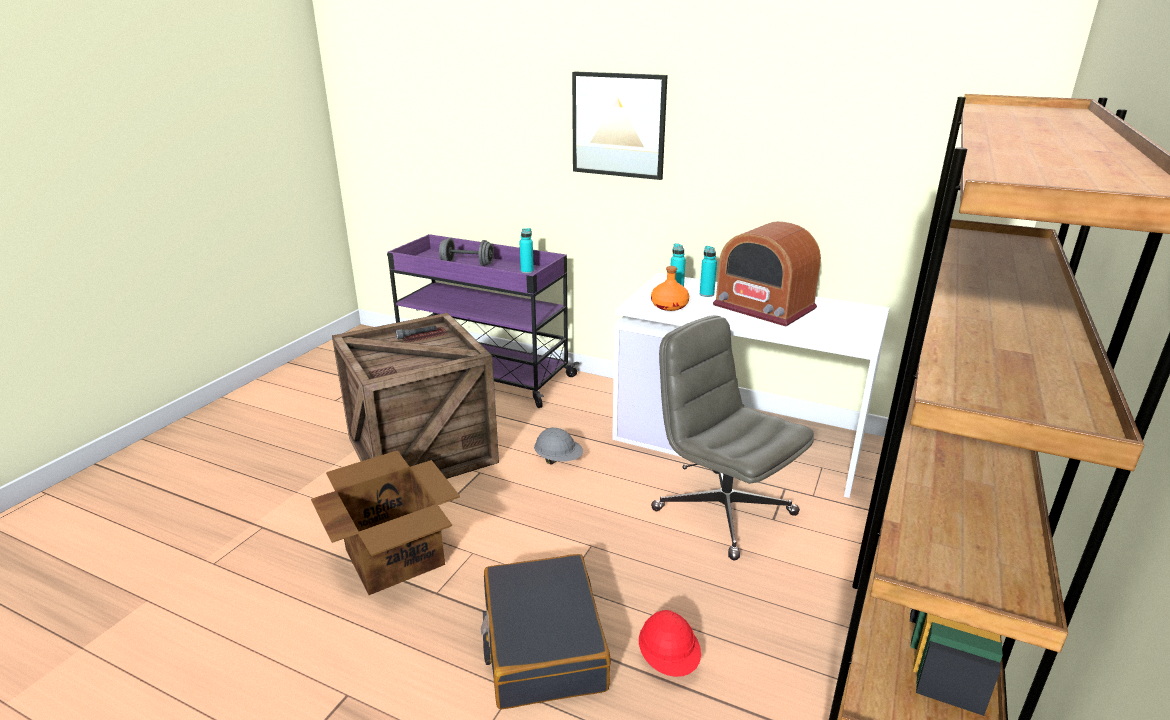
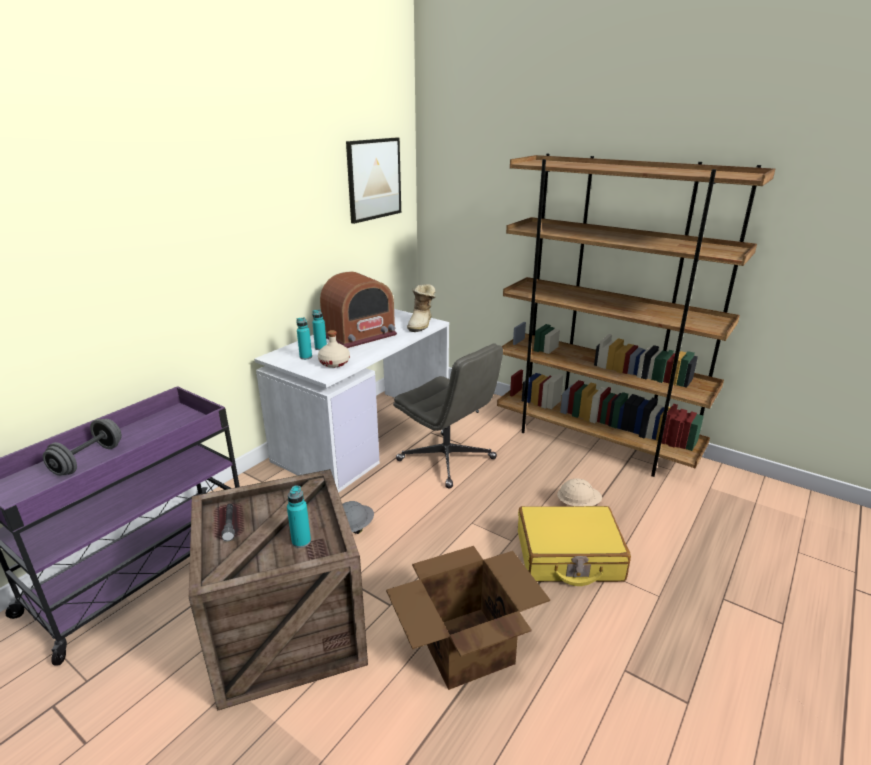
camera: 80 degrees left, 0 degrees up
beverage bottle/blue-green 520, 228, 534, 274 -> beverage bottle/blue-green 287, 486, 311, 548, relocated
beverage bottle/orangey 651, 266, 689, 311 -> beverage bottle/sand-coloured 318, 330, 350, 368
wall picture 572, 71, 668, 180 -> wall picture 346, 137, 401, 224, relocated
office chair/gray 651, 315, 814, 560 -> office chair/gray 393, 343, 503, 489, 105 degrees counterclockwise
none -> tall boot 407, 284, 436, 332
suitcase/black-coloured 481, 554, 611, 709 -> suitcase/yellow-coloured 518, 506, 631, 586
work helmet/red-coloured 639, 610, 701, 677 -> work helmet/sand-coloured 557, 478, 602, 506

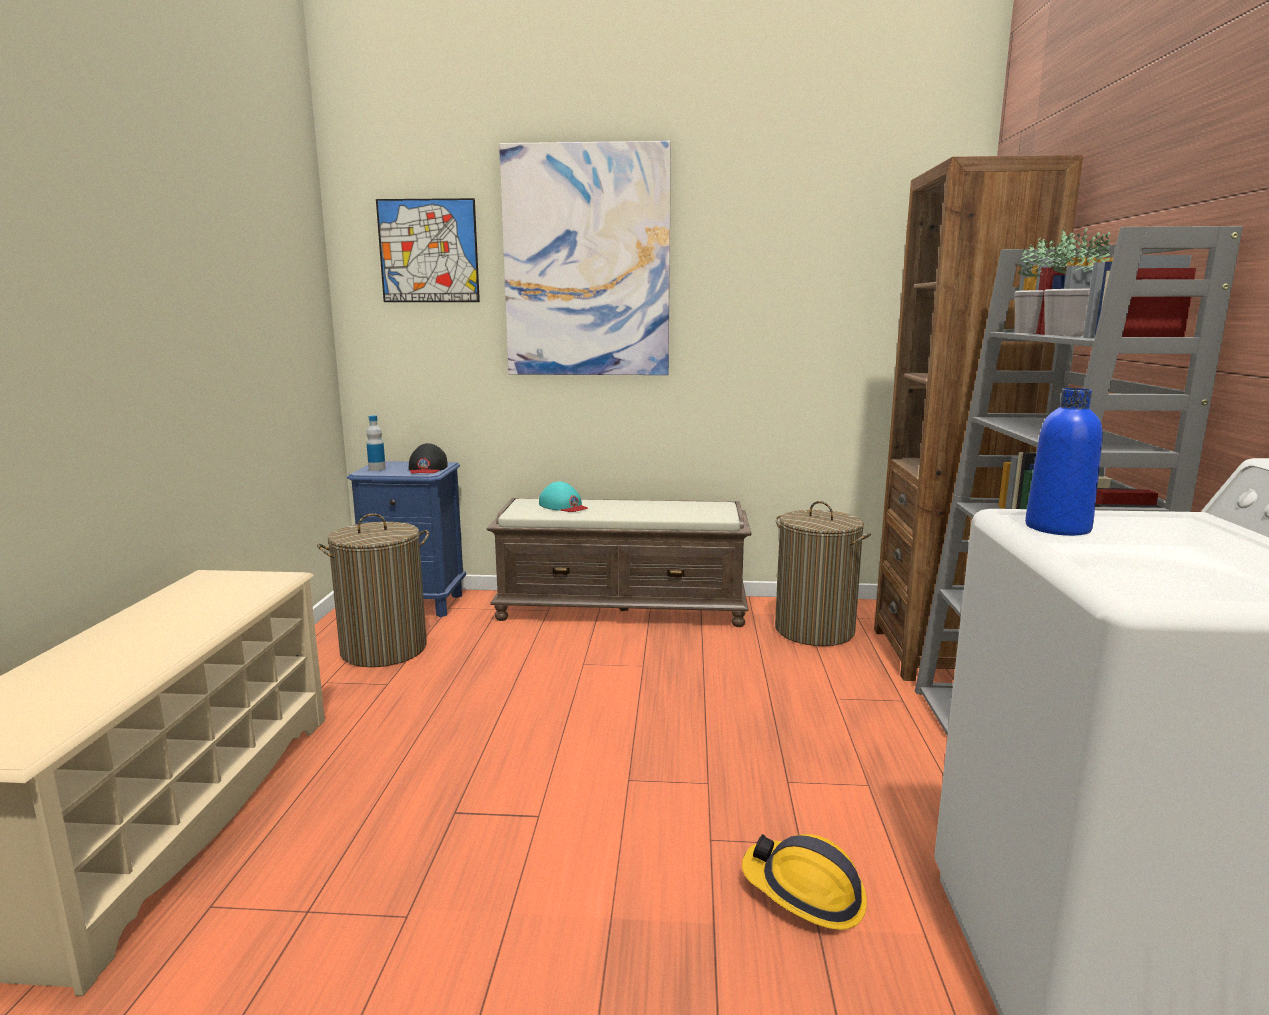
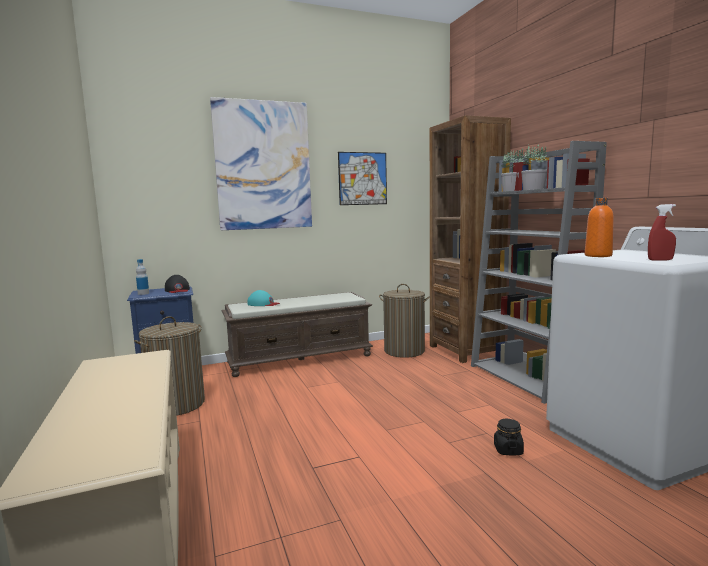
camera: 25 degrees left, 5 degrees down
wall picture 376, 198, 480, 302 -> wall picture 338, 152, 387, 205, relocated
work helmet 742, 834, 867, 930 -> storage jar/black-coloured 494, 419, 524, 455
beverage bottle/bluish 1025, 388, 1103, 536 -> beverage bottle/orangey 585, 198, 614, 257
none -> hand sprayer/red-coloured 648, 204, 676, 260

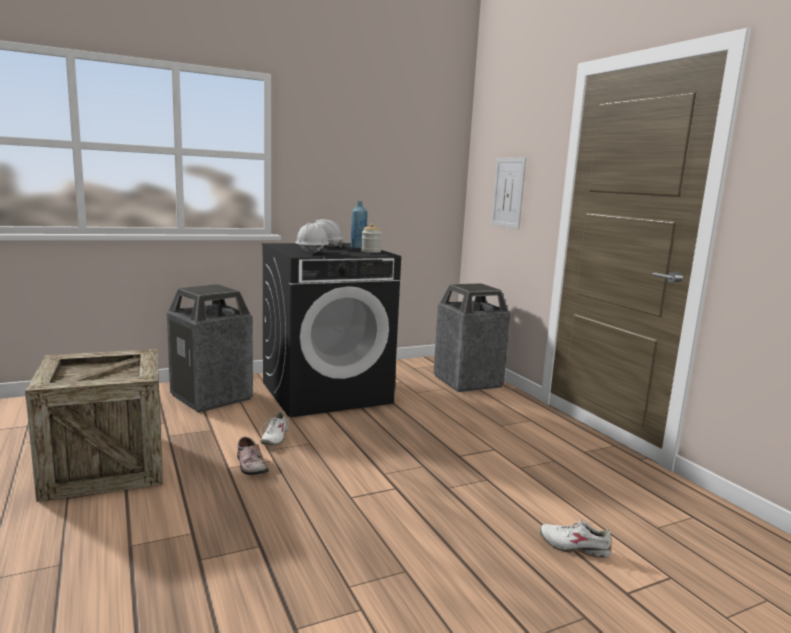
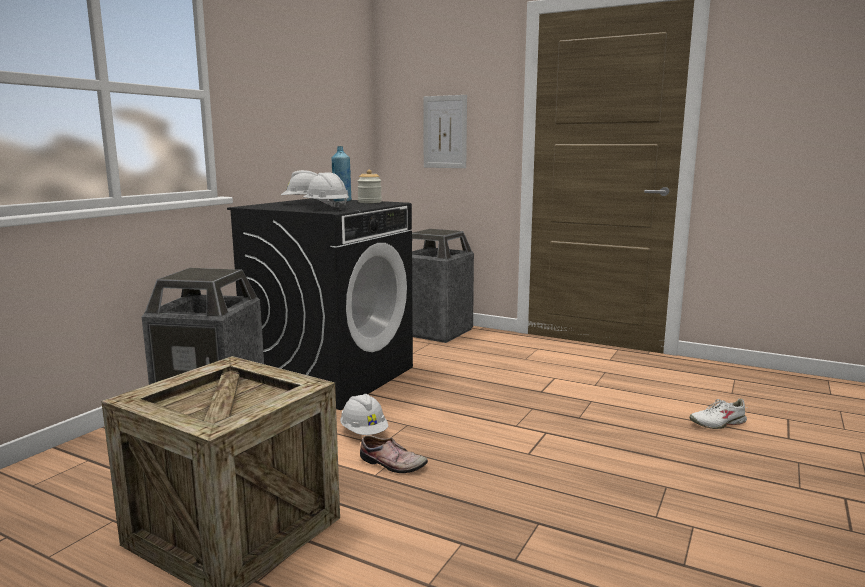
camera: 35 degrees left, 0 degrees up
shoe/whitish 260, 411, 291, 445 -> work helmet/whitish 340, 394, 388, 435

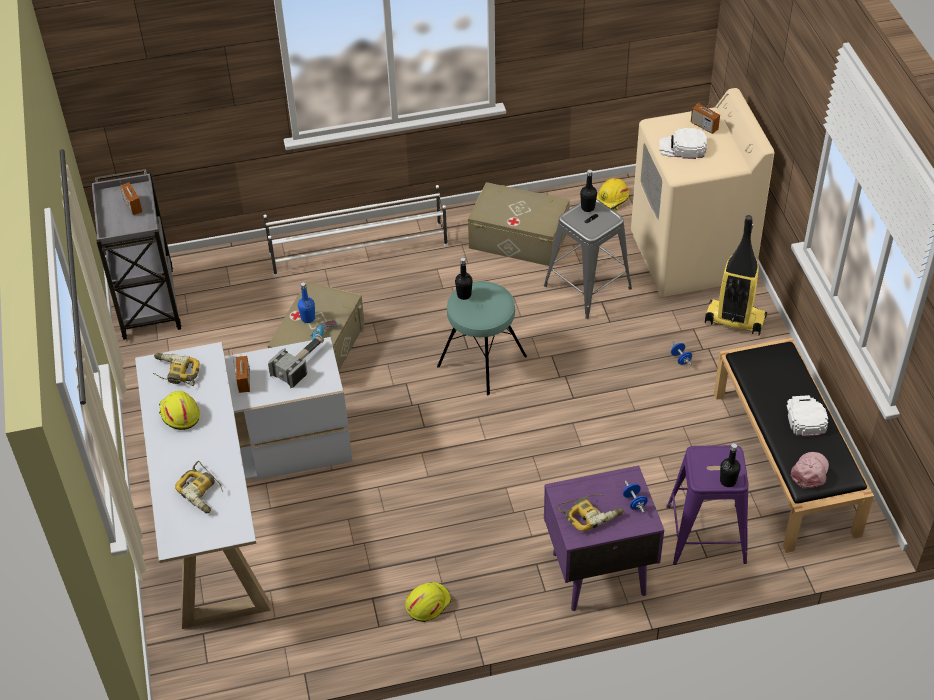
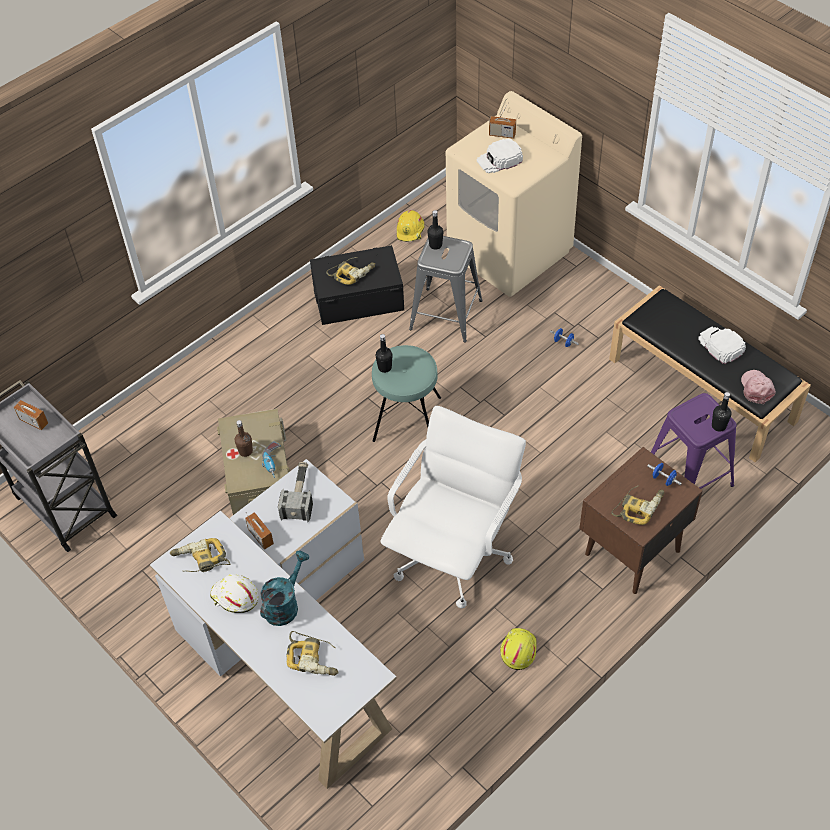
camera: 30 degrees left, 5 degrees up
work helmet/yellow-coloured 159, 391, 200, 430 -> work helmet/whitish 210, 574, 259, 613
beverage bottle/bluish 298, 282, 315, 323 -> beverage bottle/brown-coloured 235, 420, 253, 457
none -> sprinkling can/blue-green 260, 551, 310, 626
storage container/sand-coloured 468, 182, 570, 266 -> storage container/black-coloured 310, 245, 404, 325
none -> electric drill 326, 257, 375, 285
none -> office chair/whitish 380, 406, 526, 608
nightstand/purple-coloured 544, 466, 664, 611 -> nightstand/brown-coloured 579, 447, 703, 594
shoe shelf/whitish 264, 185, 448, 276 -> none
vacuum 705, 215, 767, 335 -> none

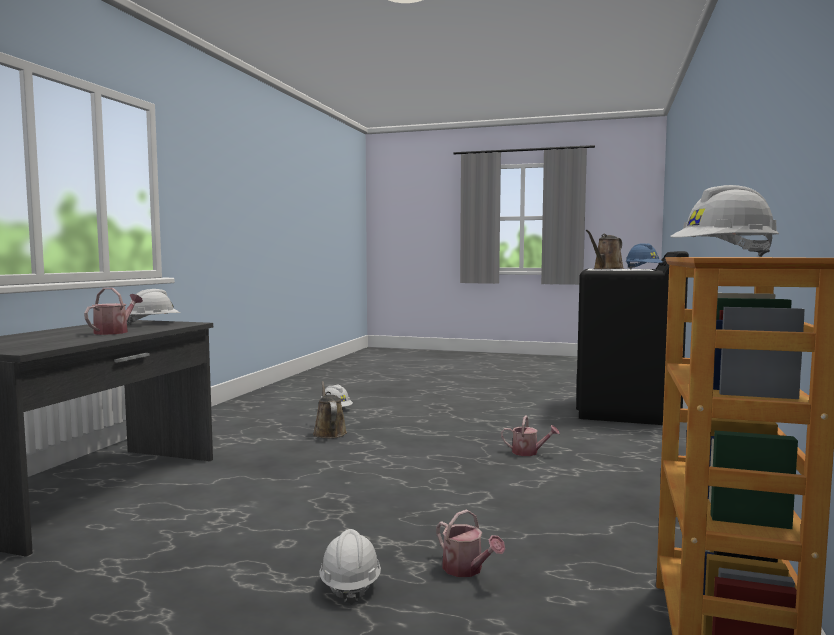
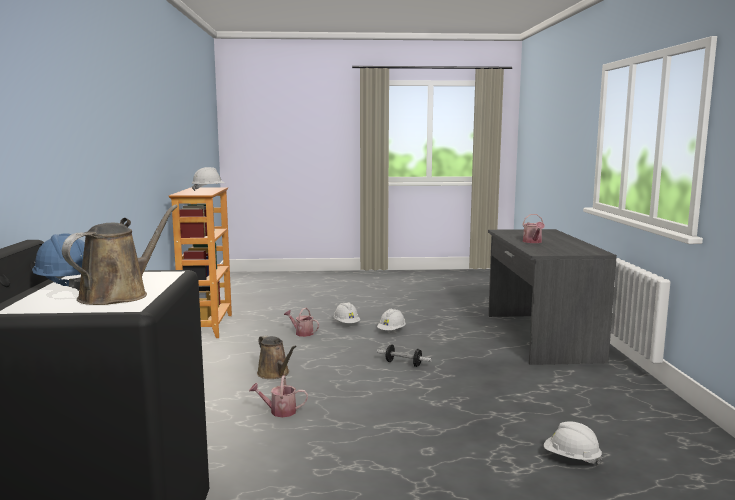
camera: 160 degrees right, 5 degrees up
sprinkling can/brown-coloured 313, 381, 347, 438 -> sprinkling can/brown-coloured 257, 335, 297, 379, relocated
work helmet/whitish 127, 289, 180, 325 -> work helmet/whitish 377, 309, 406, 330, relocated
none -> free weight 377, 344, 432, 367

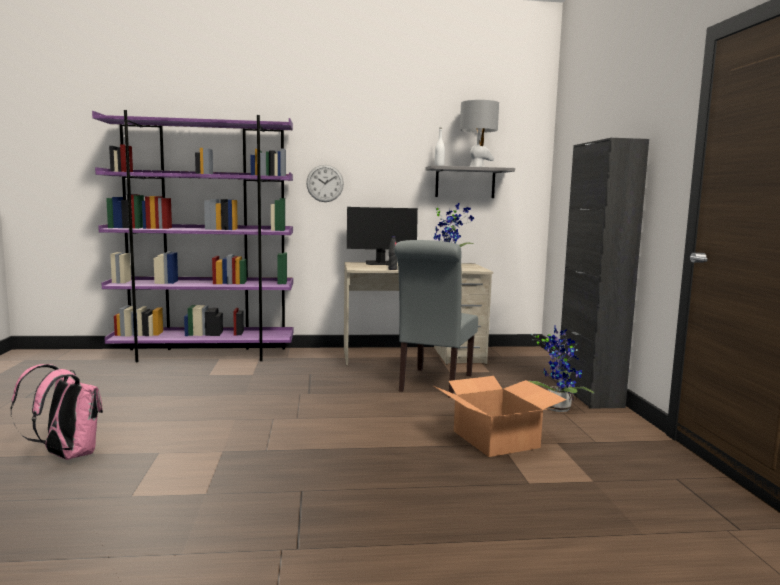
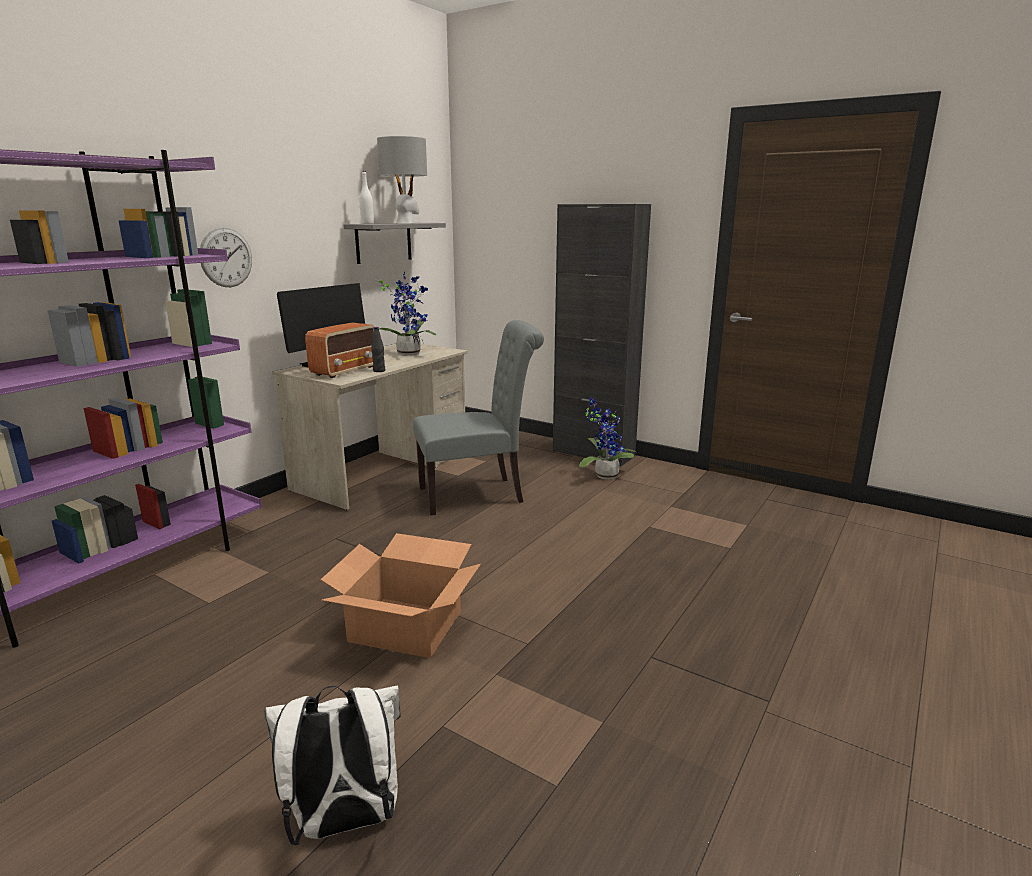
camera: 50 degrees left, 10 degrees up
knapsack/pink-coloured 10, 364, 103, 460 -> knapsack/whitish 264, 686, 400, 845
none -> radio receiver 305, 323, 375, 378
cardboard box 434, 376, 567, 457 -> cardboard box 321, 533, 481, 658, relocated
chair/gray 394, 240, 478, 398 -> chair/gray 413, 320, 544, 515, 75 degrees counterclockwise

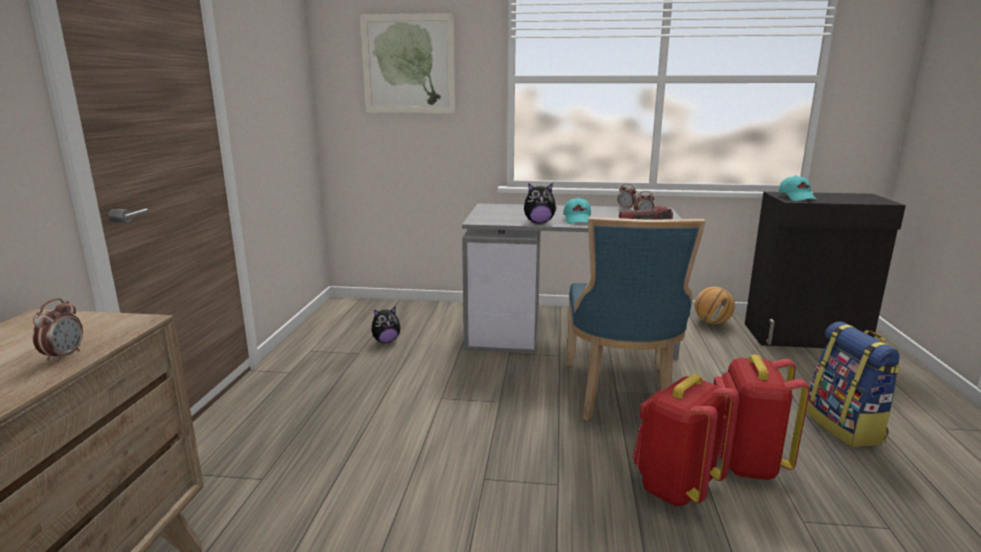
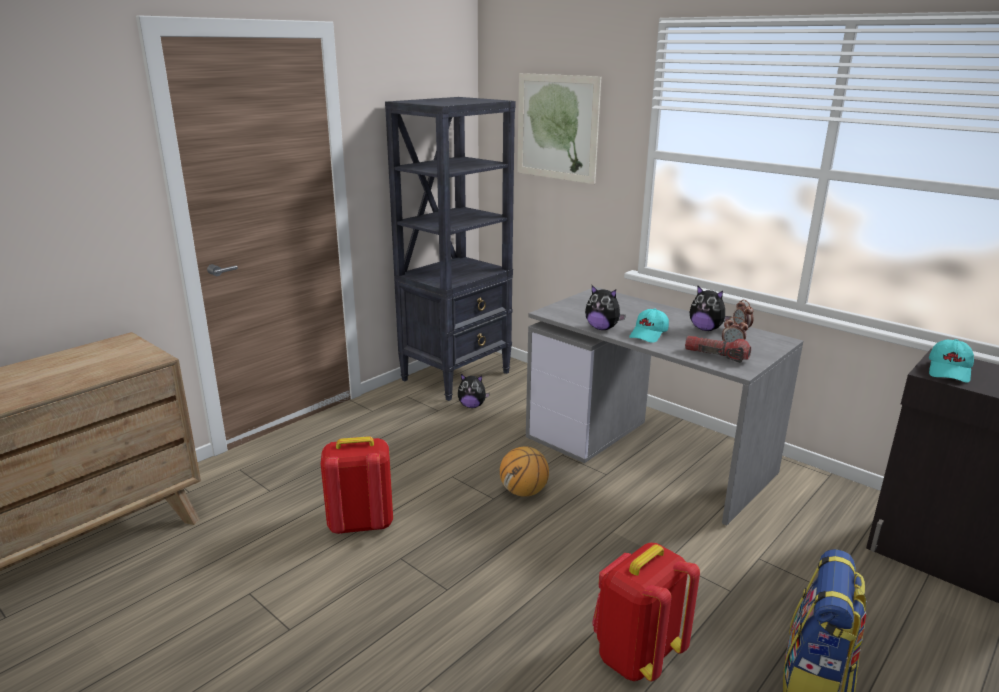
camera: 35 degrees right, 5 degrees up
knapsack/red-coloured 633, 374, 739, 506 -> knapsack/red-coloured 321, 436, 393, 534, relocated
none -> bookcase/black-coloured 385, 97, 516, 401
ball for basketball 695, 287, 735, 324 -> ball for basketball 500, 446, 549, 497, relocated
none -> plush toy 690, 286, 731, 331
table clock 32, 298, 83, 363 -> none
chair/bluish 565, 217, 706, 421 -> none

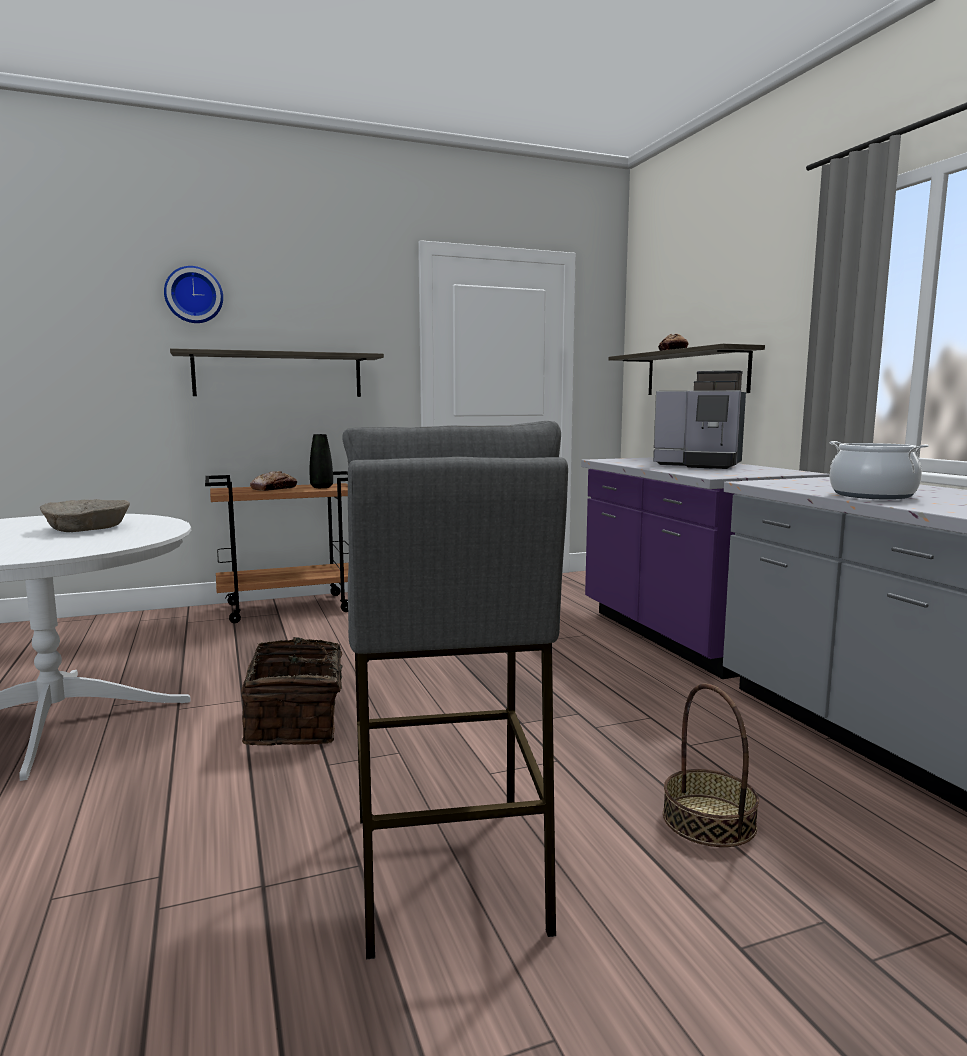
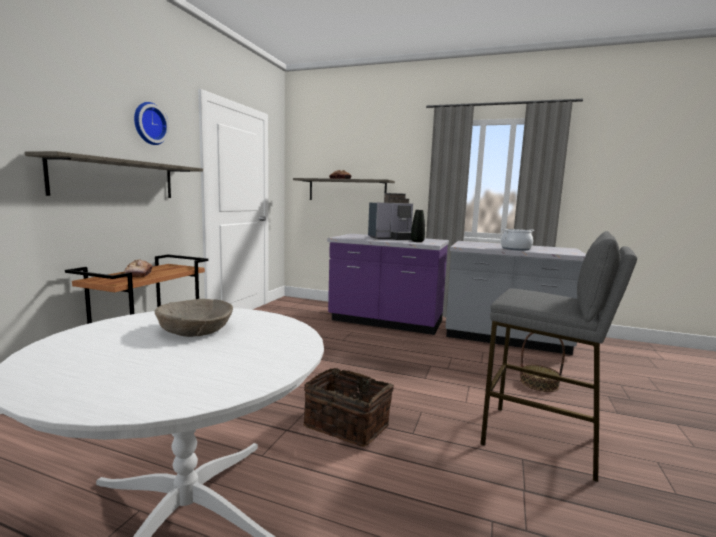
camera: 50 degrees left, 0 degrees up
clock on the wall 164, 266, 223, 323 -> clock on the wall 134, 102, 169, 145, relocated
vase/black-coloured 310, 434, 333, 488 -> vase/black-coloured 411, 210, 425, 242, relocated

